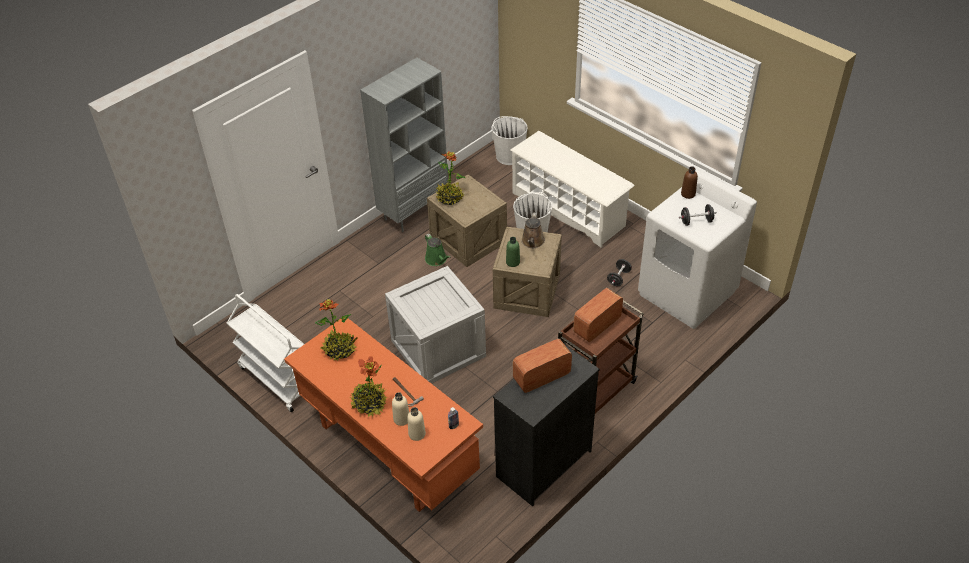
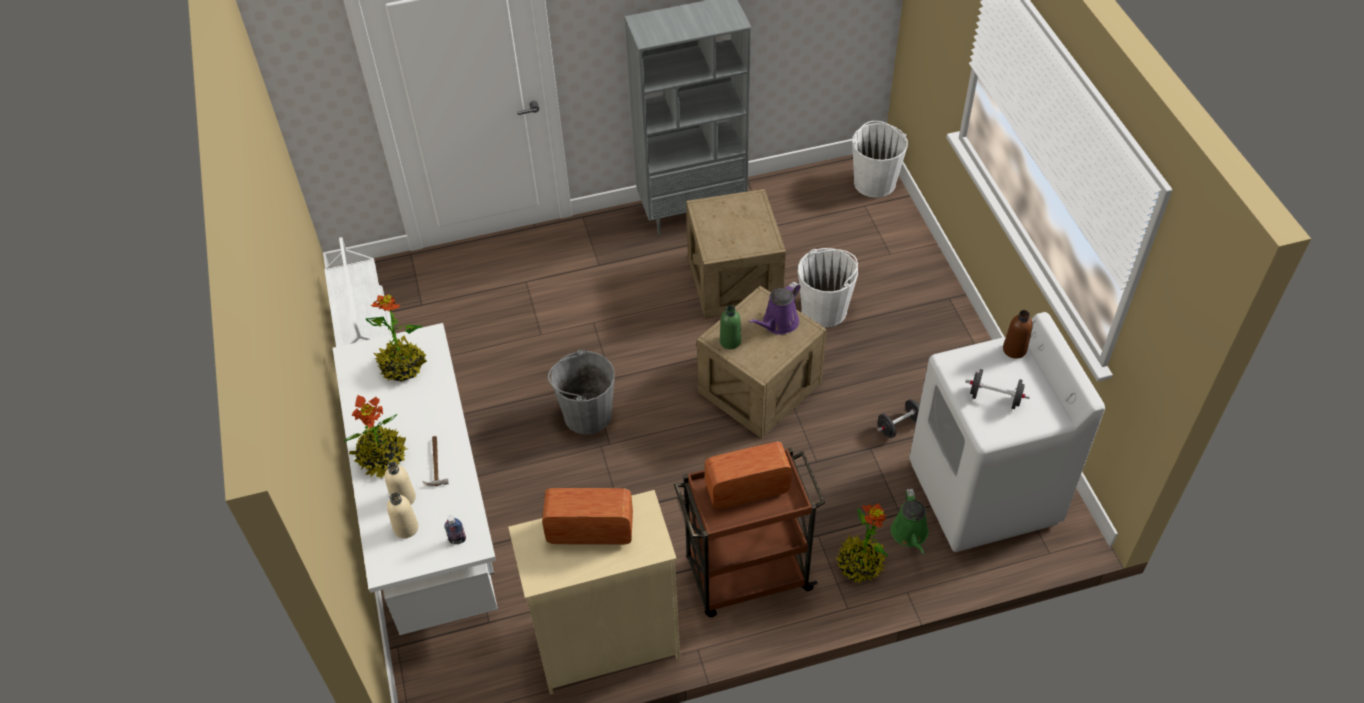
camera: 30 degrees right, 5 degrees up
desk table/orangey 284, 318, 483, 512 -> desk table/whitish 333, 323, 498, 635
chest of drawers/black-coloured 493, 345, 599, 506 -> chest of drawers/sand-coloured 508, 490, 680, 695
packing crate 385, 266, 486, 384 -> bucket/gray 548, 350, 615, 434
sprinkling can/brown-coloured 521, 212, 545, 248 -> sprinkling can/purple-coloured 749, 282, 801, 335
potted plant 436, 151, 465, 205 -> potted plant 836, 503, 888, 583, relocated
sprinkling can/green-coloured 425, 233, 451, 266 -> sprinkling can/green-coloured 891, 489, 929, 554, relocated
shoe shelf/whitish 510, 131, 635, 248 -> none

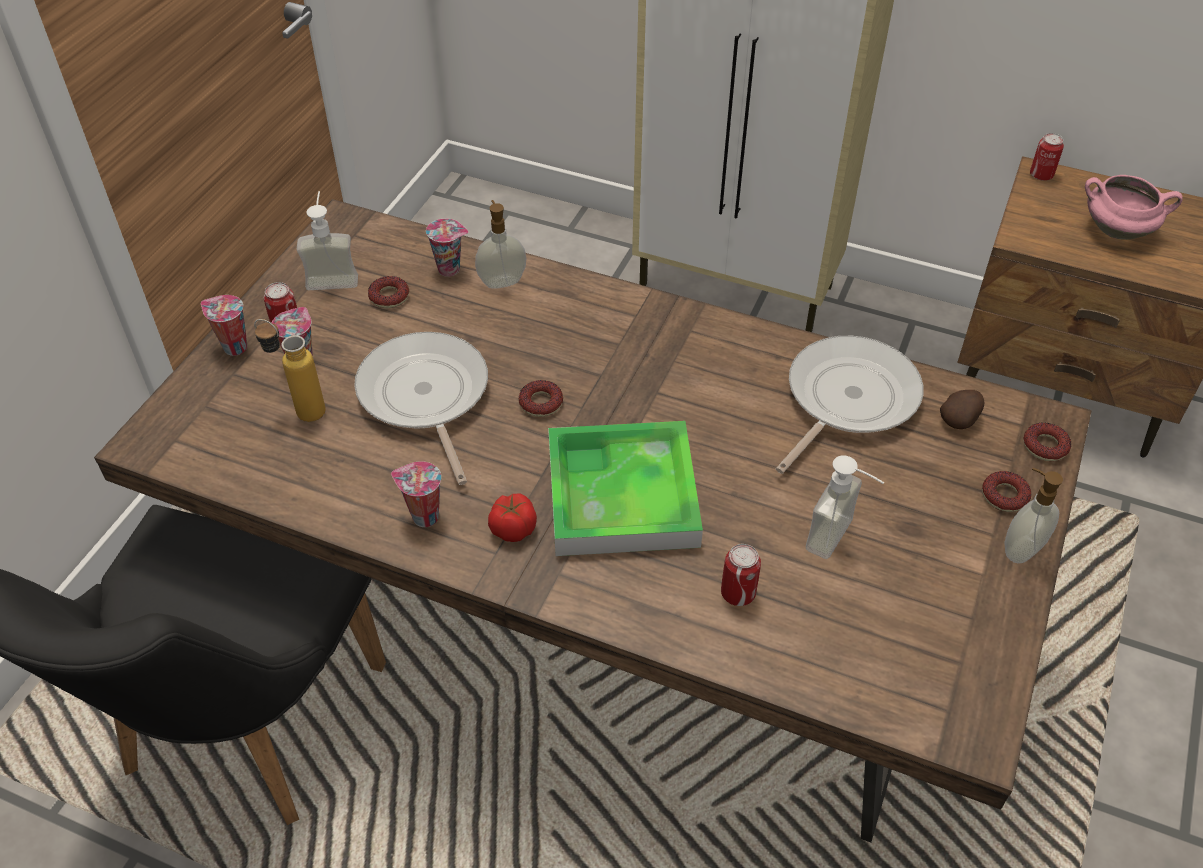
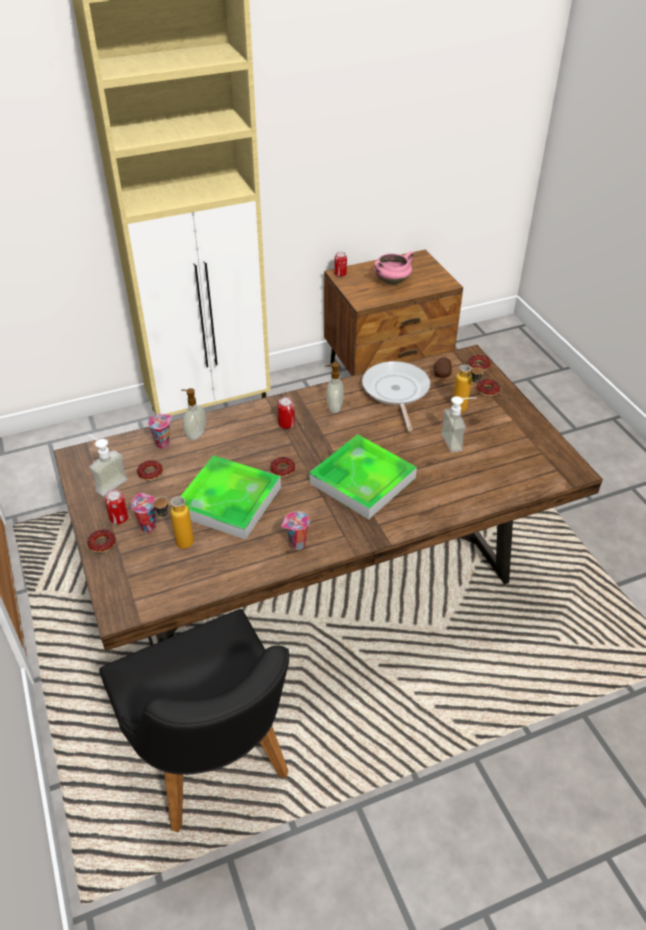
camera: 45 degrees left, 5 degrees down
cup 201, 295, 247, 356 -> donut 87, 530, 116, 553
frying pan 354, 332, 488, 485 -> carrying tray 180, 455, 281, 540
can 721, 544, 761, 606 -> can 278, 397, 295, 429, relocated
soap bottle 1004, 468, 1063, 563 -> soap bottle 325, 362, 344, 413, relocated
none -> beverage bottle 452, 364, 483, 412
whole tomato 488, 493, 537, 542 -> none

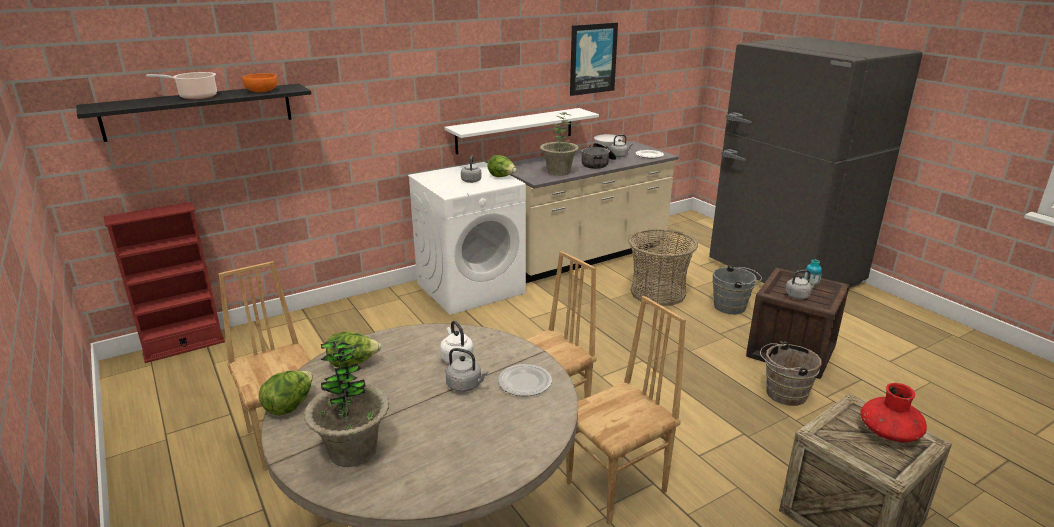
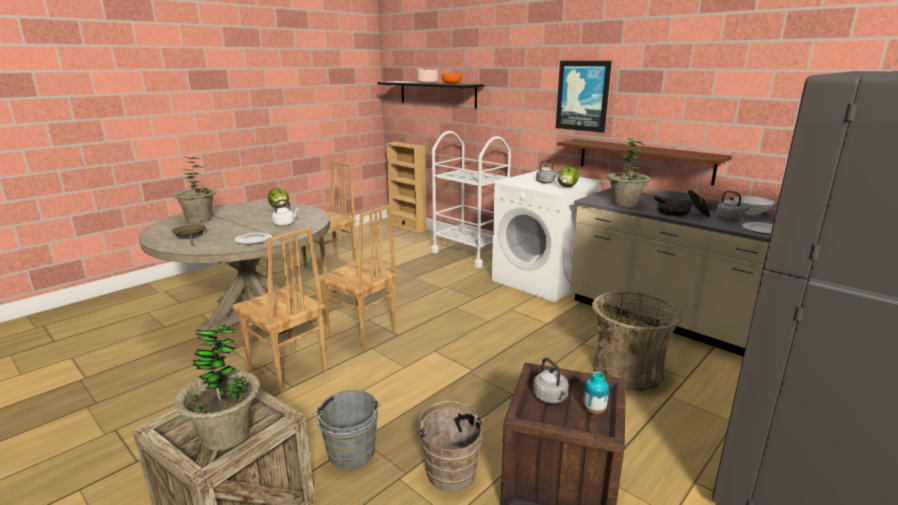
camera: 75 degrees right, 5 degrees down
none -> frying pan/brown-coloured 172, 224, 206, 246
vase/red-coloured 860, 383, 927, 442 -> potted plant 174, 325, 260, 450
bucket/gray 712, 265, 762, 315 -> bucket/gray 313, 390, 381, 469, relocated
bookcase/red-coloured 104, 202, 225, 363 -> bookcase/sand-coloured 385, 142, 427, 233
none -> cart/whitish 431, 131, 511, 268
wall picture 570, 22, 618, 96 -> wall picture 556, 61, 612, 133, relocated
wall shelf/whitish 444, 108, 599, 154 -> wall shelf/brown-coloured 557, 139, 732, 186
head of lettuce 259, 371, 313, 416 -> none
kettle/gray 446, 348, 488, 392 -> none

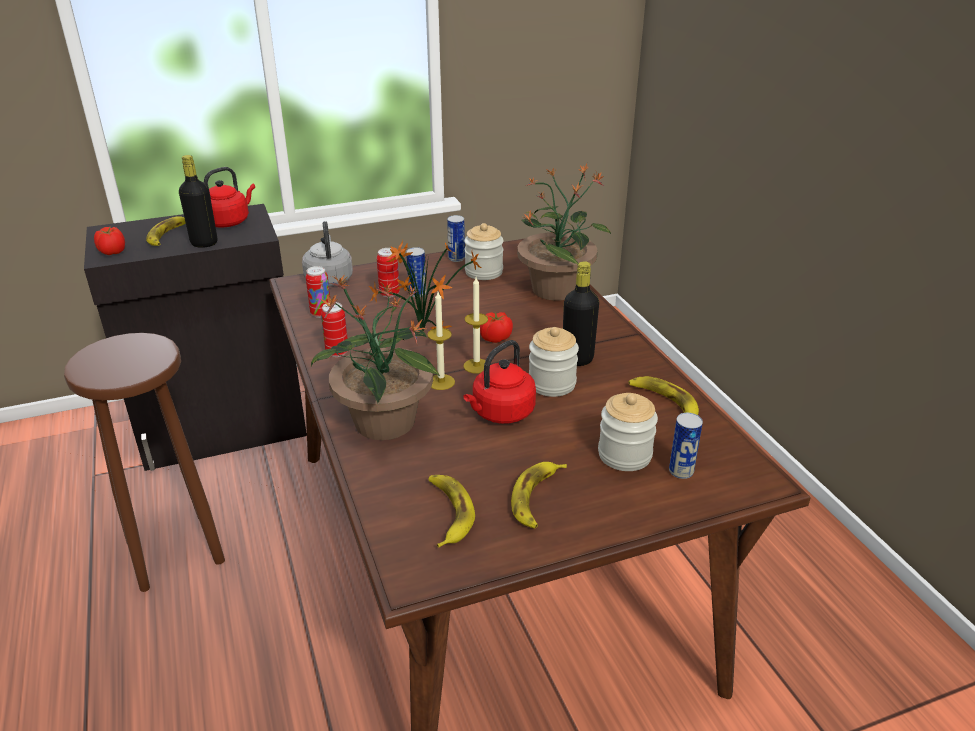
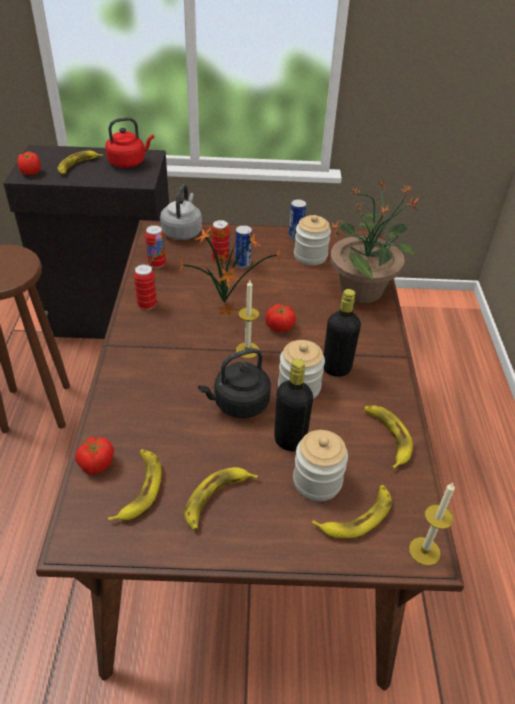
camera: 20 degrees right, 10 degrees up
none -> whole tomato 75, 436, 114, 475
kettle/red-coloured 463, 340, 536, 424 -> kettle/black-coloured 198, 348, 271, 418
beverage bottle/black-coloured 179, 155, 217, 248 -> beverage bottle/black-coloured 274, 359, 313, 451, relocated
can 669, 413, 703, 479 -> banana 312, 485, 392, 538
wax light 427, 292, 455, 390 -> wax light 409, 483, 455, 566, relocated
potted plant 311, 274, 440, 440 -> none

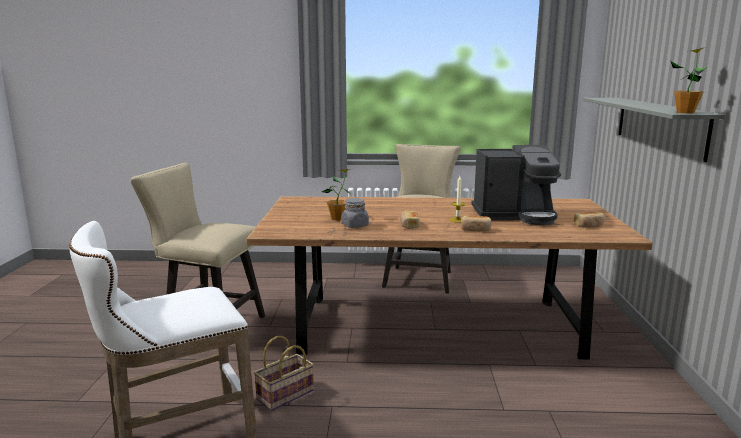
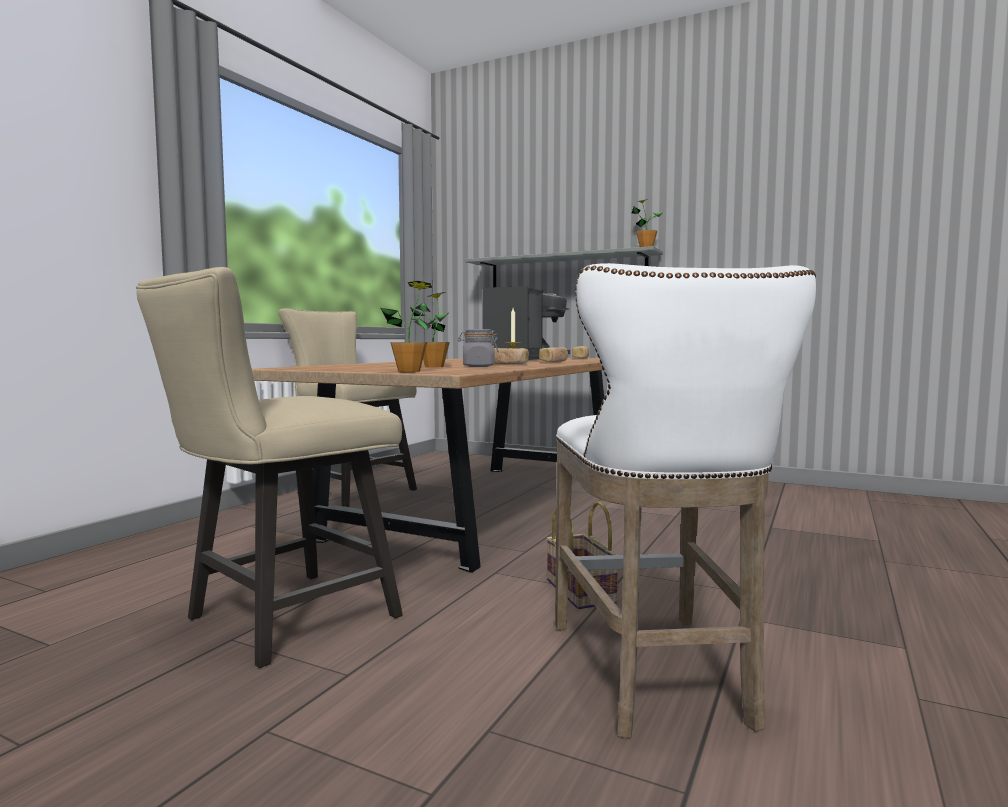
camera: 65 degrees left, 10 degrees down
none -> potted plant 381, 281, 432, 372

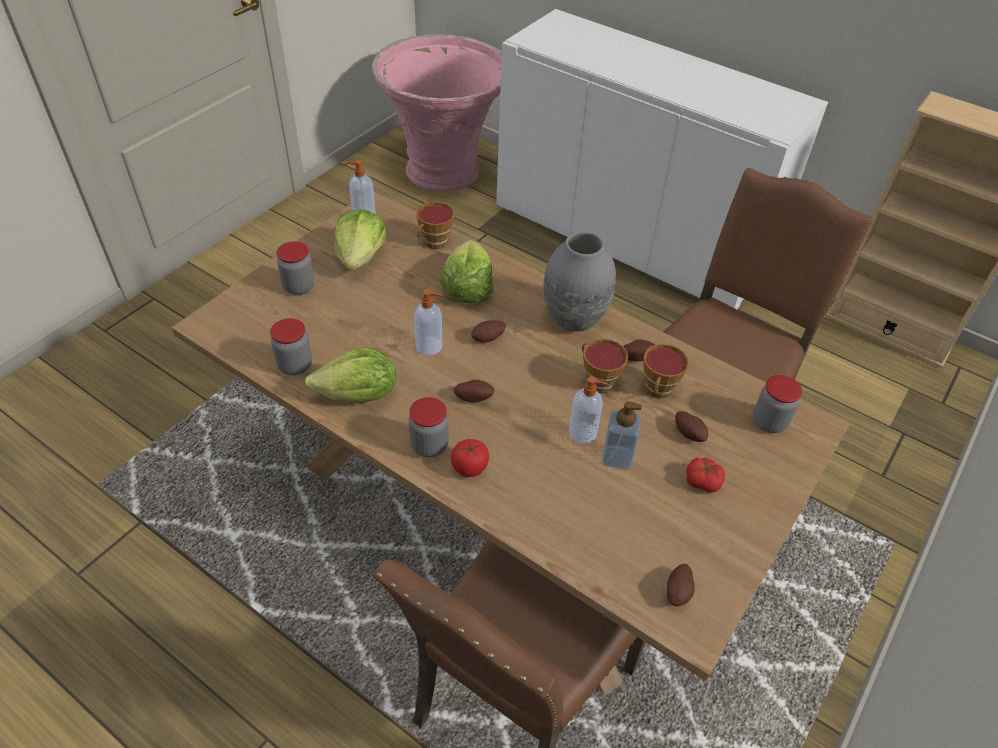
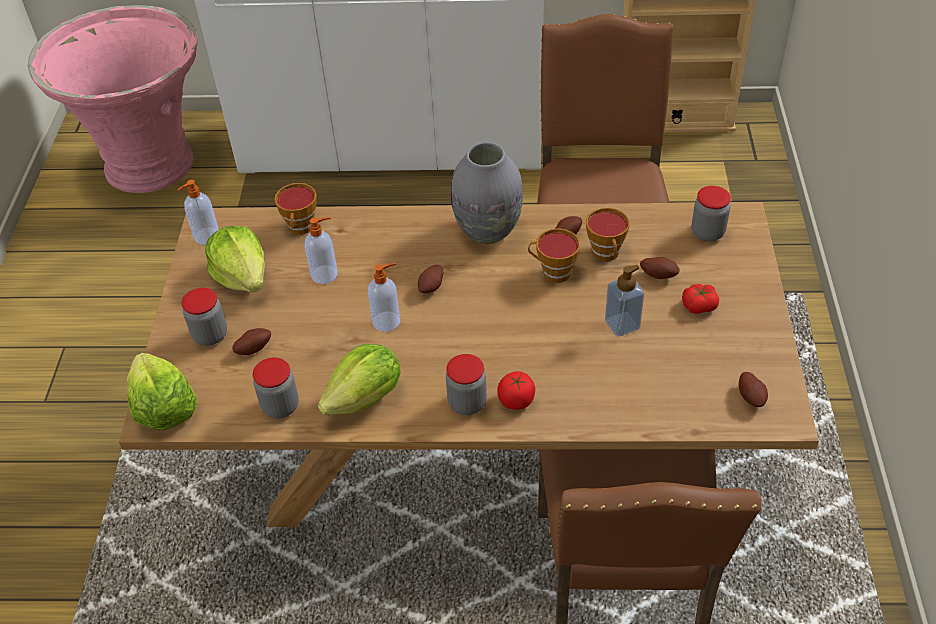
camera: 30 degrees left, 0 degrees up
head of lettuce 440, 240, 494, 303 -> head of lettuce 127, 353, 198, 431, relocated
potato 454, 380, 495, 403 -> potato 232, 328, 271, 355, relocated
soap bottle 569, 376, 610, 443 -> soap bottle 305, 217, 338, 284, relocated

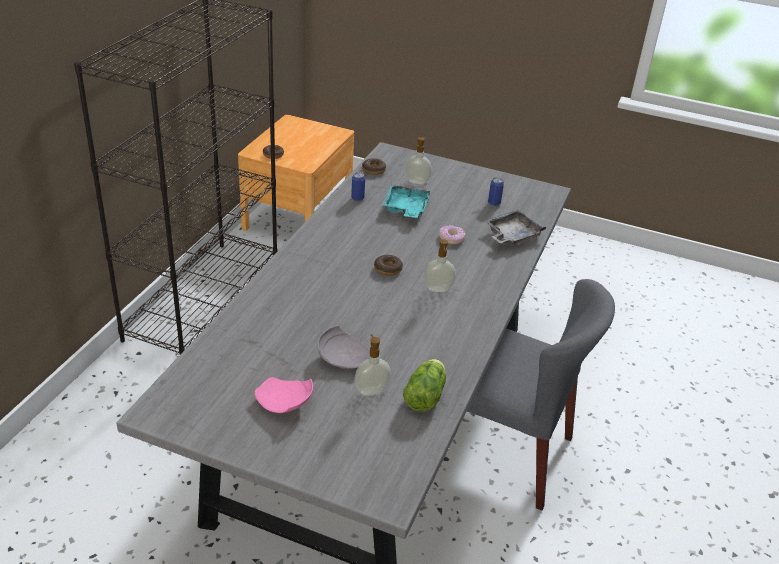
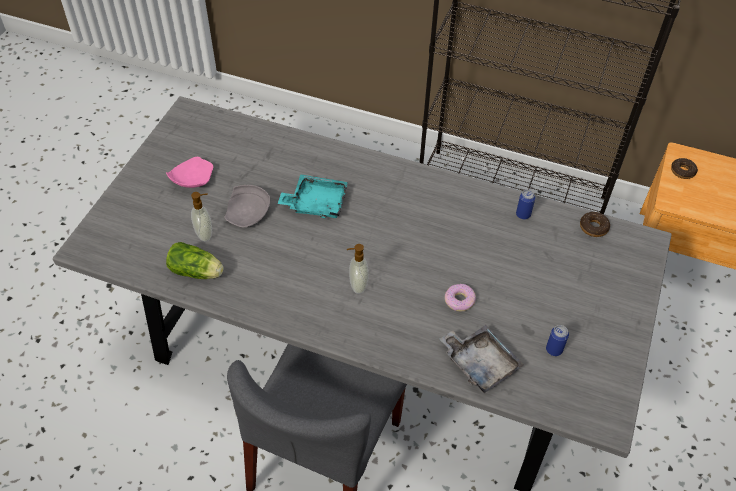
camera: 90 degrees right, 15 degrees up
carrying tray/blue-green 382, 185, 431, 218 -> carrying tray/blue-green 277, 174, 348, 218, relocated
donut 374, 255, 403, 276 -> none
soap bottle 405, 137, 432, 184 -> none

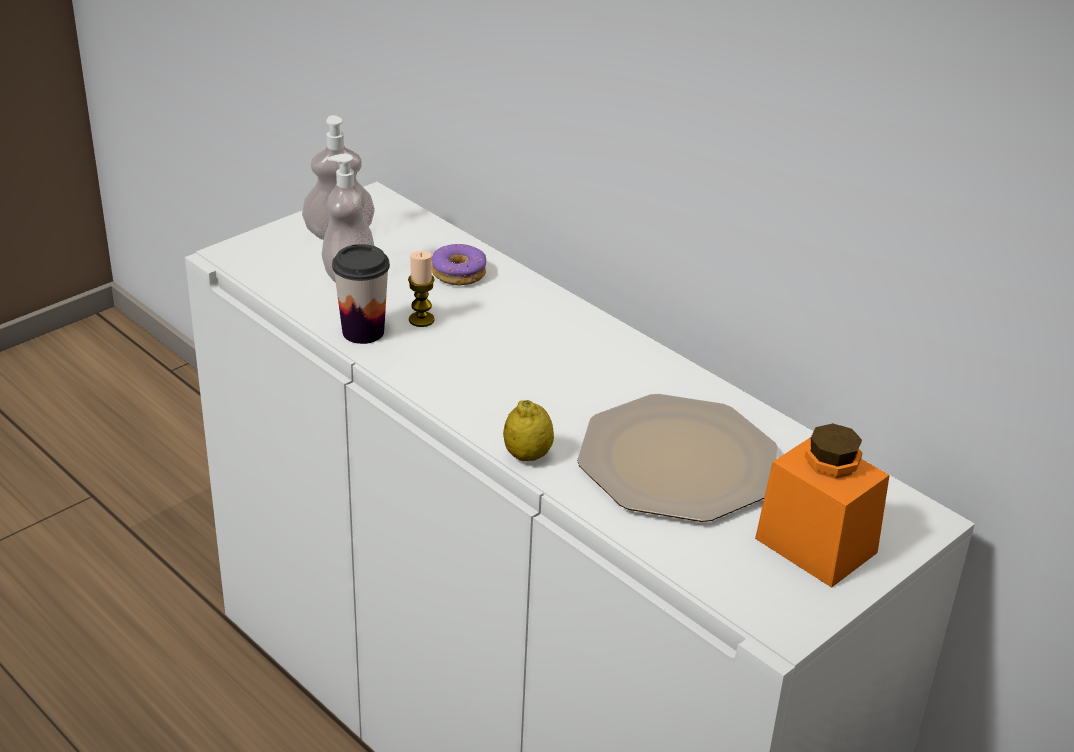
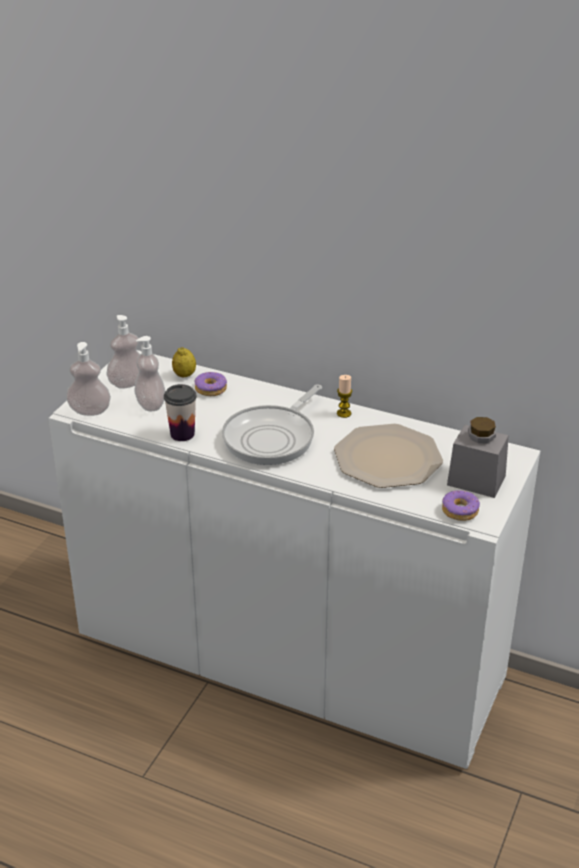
camera: 20 degrees left, 0 degrees up
none -> soap bottle 66, 342, 111, 416
lemon 503, 400, 554, 461 -> lemon 172, 347, 196, 378, relocated
none -> frying pan 222, 384, 322, 465
wax light 408, 251, 435, 327 -> wax light 337, 375, 352, 418, relocated
none -> donut 442, 490, 480, 521
storage jar/orangey 755, 424, 890, 588 -> storage jar/gray 447, 417, 509, 498

